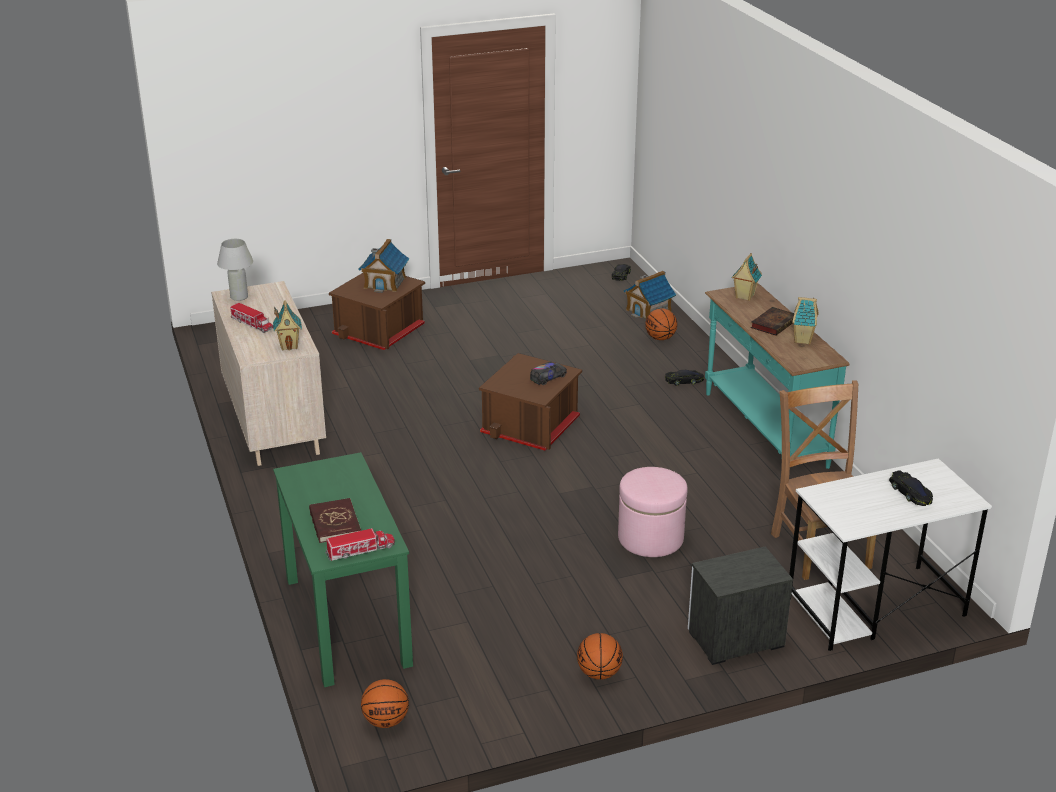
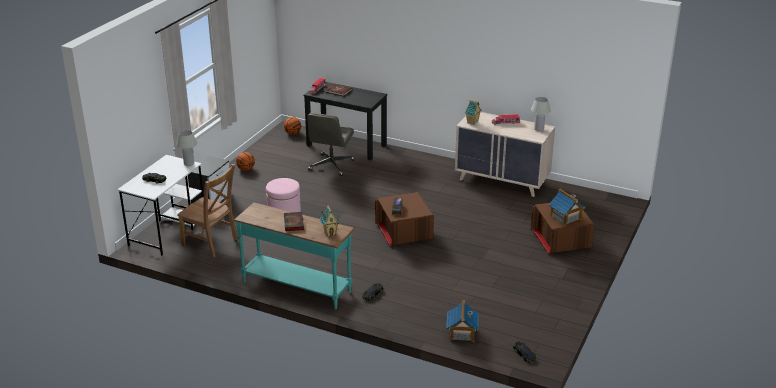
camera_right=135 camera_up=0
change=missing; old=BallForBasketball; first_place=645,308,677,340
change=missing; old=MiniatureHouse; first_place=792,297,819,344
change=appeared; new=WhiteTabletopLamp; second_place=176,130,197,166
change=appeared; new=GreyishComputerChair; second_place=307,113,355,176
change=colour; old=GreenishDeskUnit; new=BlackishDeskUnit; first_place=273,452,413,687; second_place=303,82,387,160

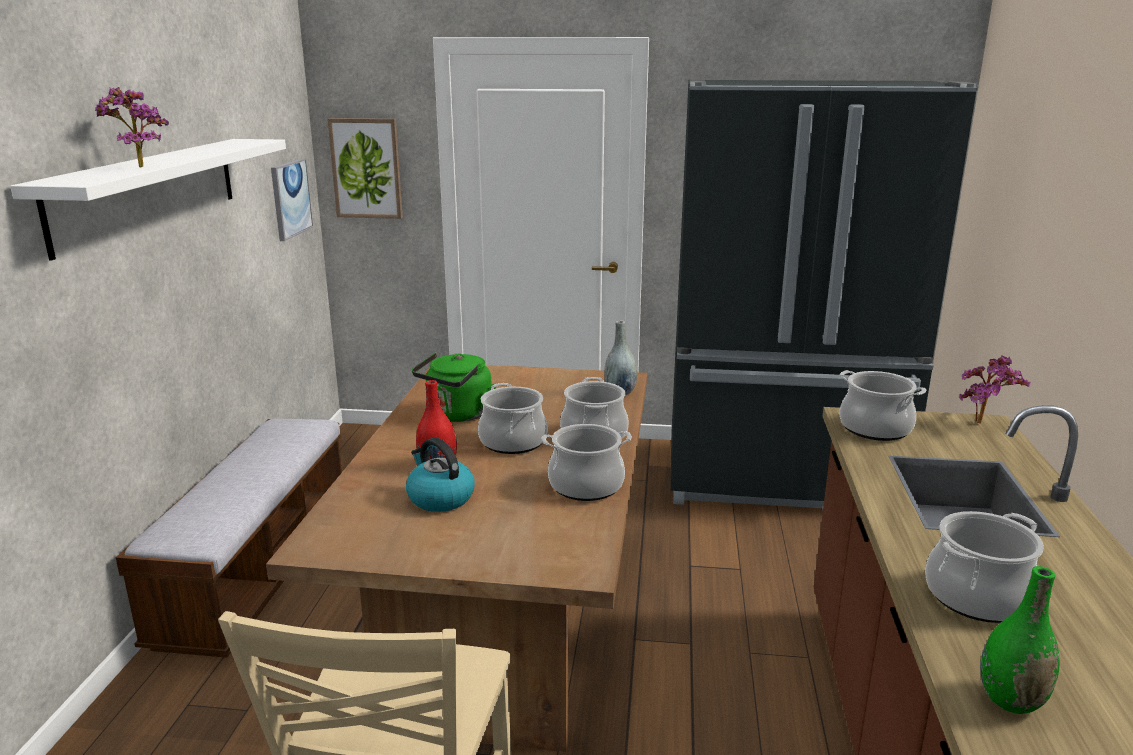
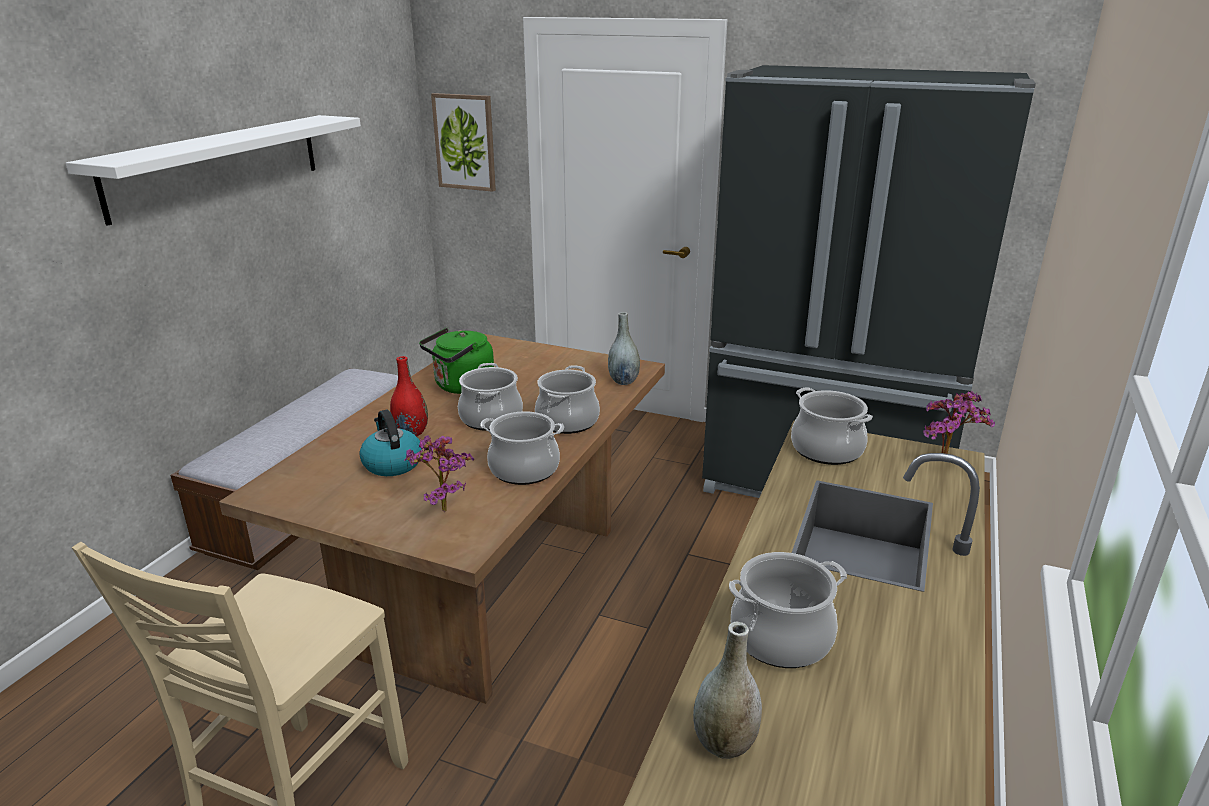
camera_right=15 camera_up=5
change=missing; old=WallArt; first_place=271,159,313,241
change=relocated; old=PottedPlant; first_place=94,87,169,167; second_place=404,435,474,512
change=colour; old=GreenishFlowerVase; new=GreyishFlowerVase; first_place=980,566,1060,714; second_place=693,622,762,759

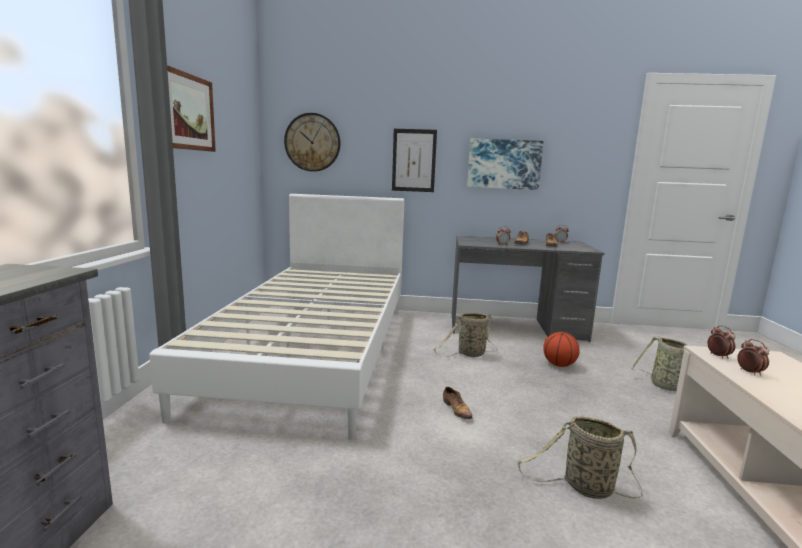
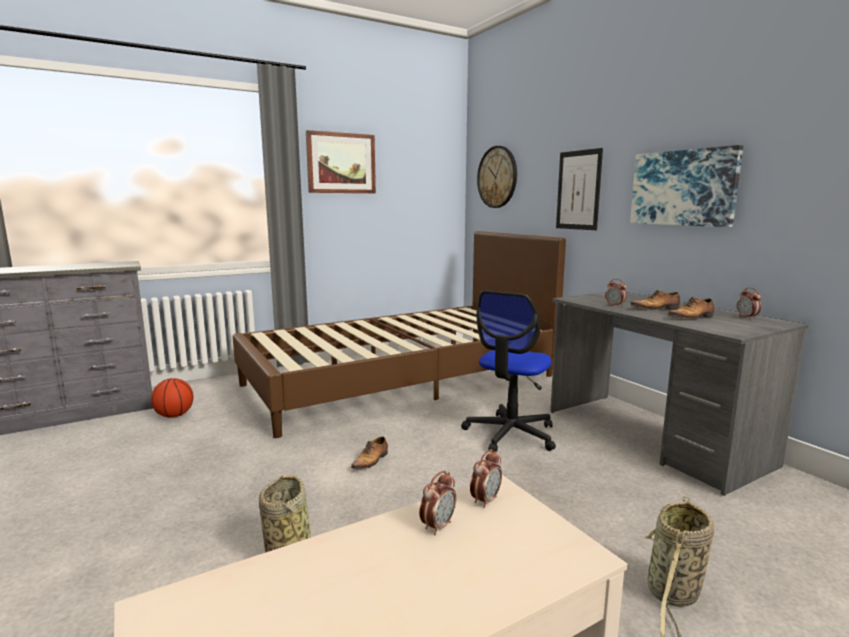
camera_right=55 camera_up=0
change=relocated; old=BallForBasketball; first_place=543,332,580,367; second_place=151,378,194,418
change=exchanged; old=Basket; new=ComputerChair; first_place=434,313,498,357; second_place=461,290,556,452
change=colour; old=WhiteBedroomBed; new=BrownBedroomBed; first_place=149,194,405,440; second_place=233,231,566,438

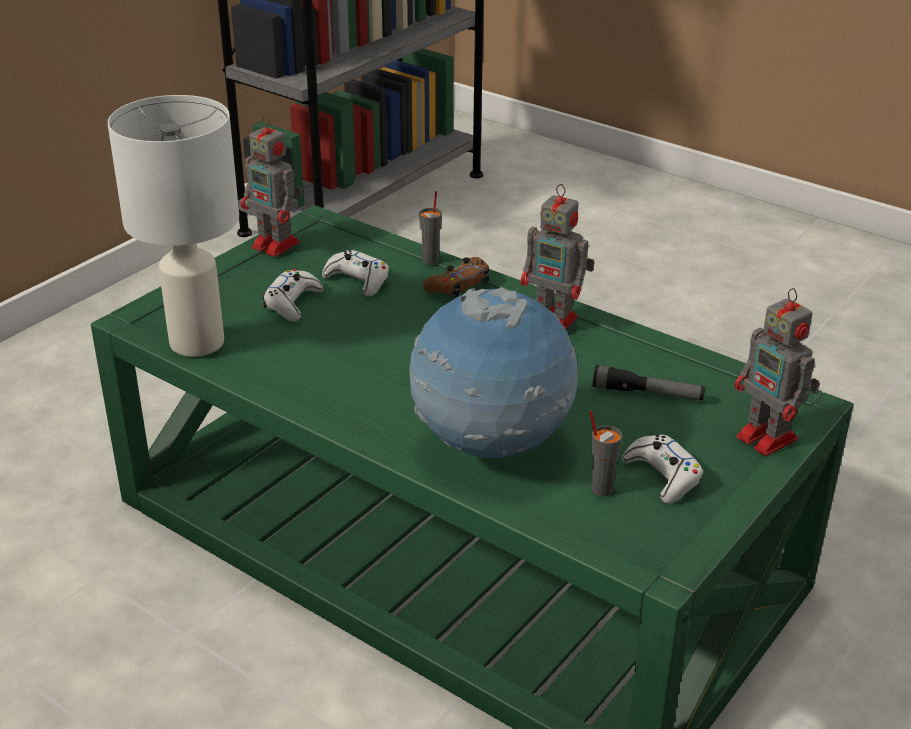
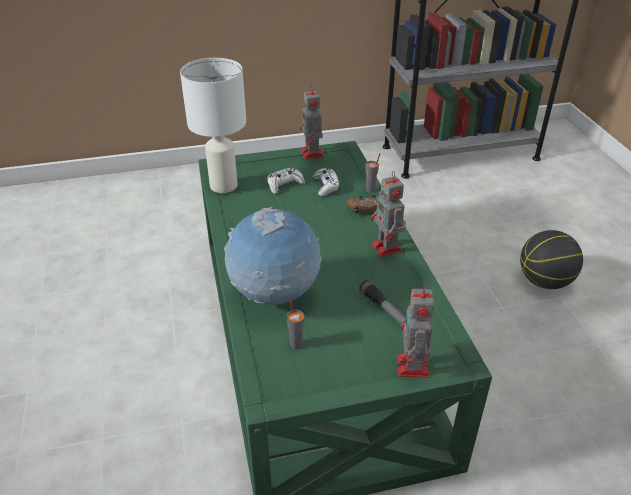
camera_right=40 camera_up=5
change=missing; old=WhiteJoypad; first_place=622,435,703,504
change=appeared; new=BallForBasketball; second_place=520,230,583,289

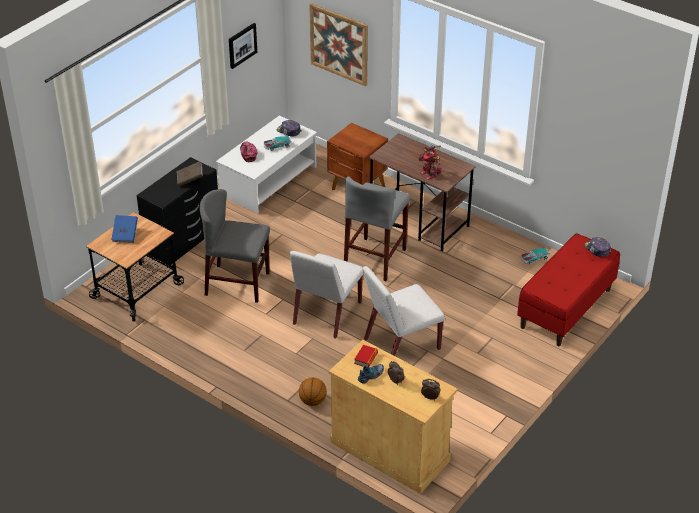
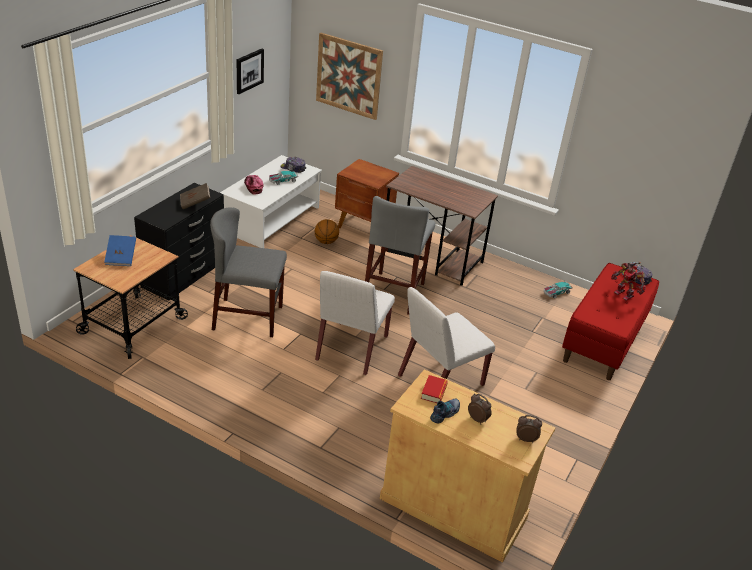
camera_right=-10 camera_up=-5
change=relocated; old=BallForBasketball; first_place=299,377,327,406; second_place=315,219,339,244
change=relocated; old=ToyRobot; first_place=418,145,442,180; second_place=611,262,646,301

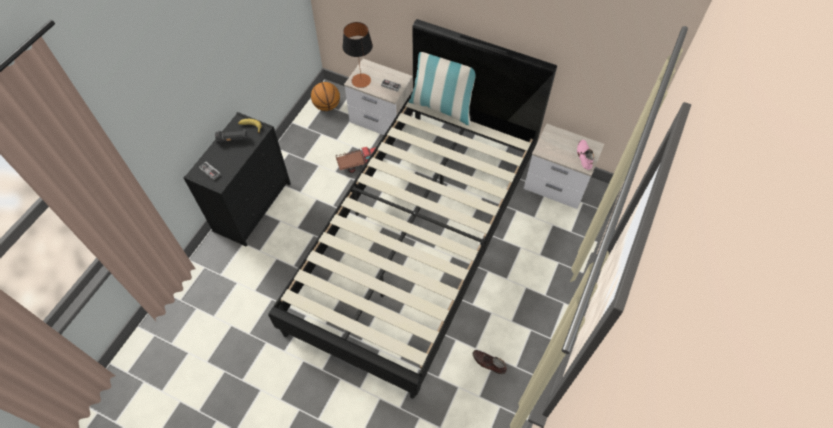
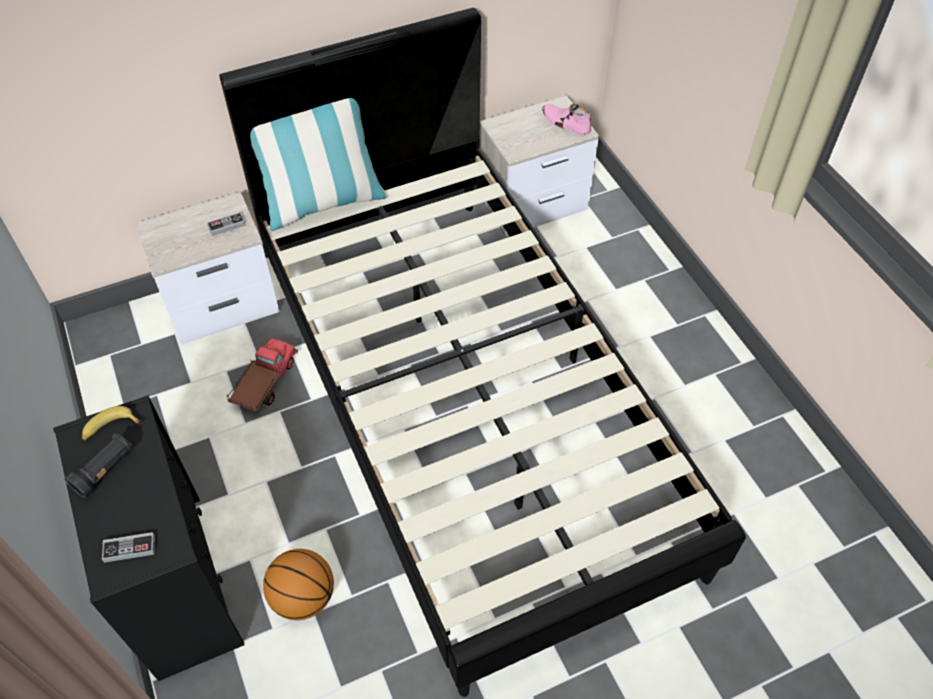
camera_right=-50 camera_up=-5
change=missing; old=TabletopLamp; first_place=342,22,373,88
change=missing; old=BrownLowShoe; first_place=473,350,507,374
change=relocated; old=BallForBasketball; first_place=311,82,340,111; second_place=263,549,334,620

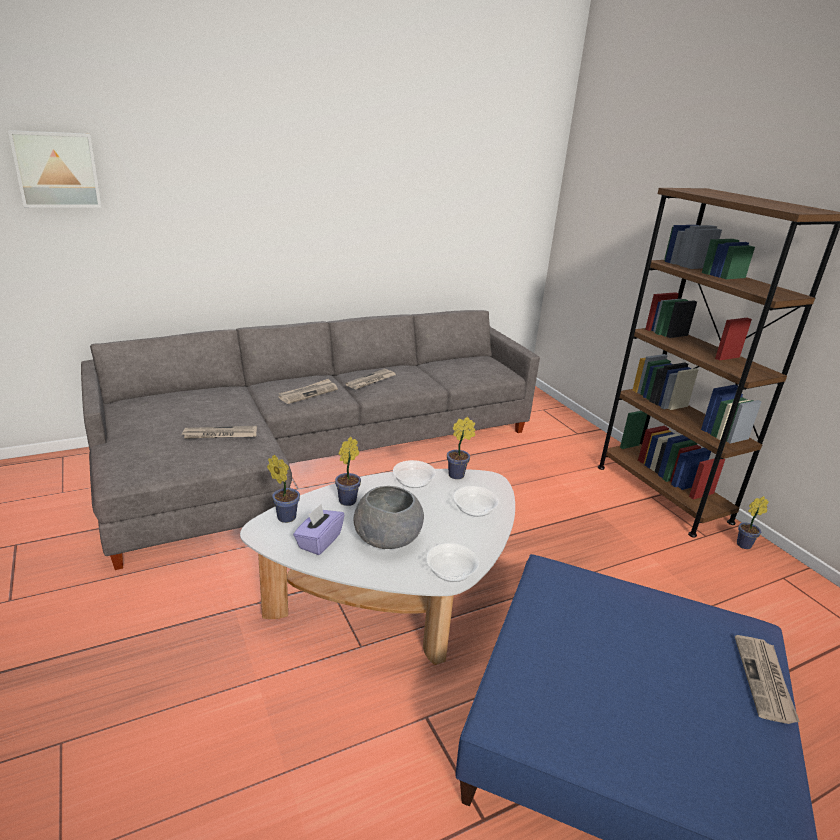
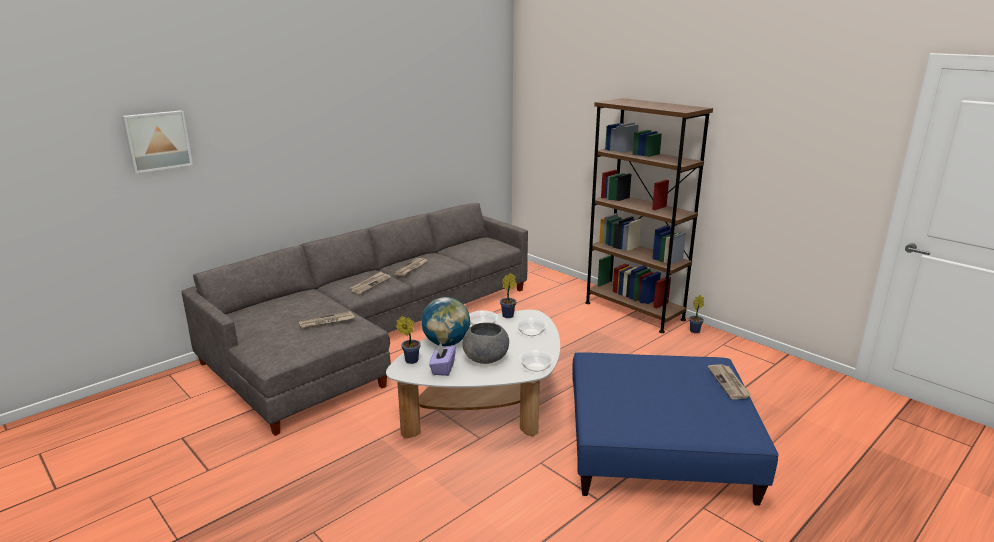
camera_right=-15 camera_up=-5
change=exchanged; old=PottedPlant; new=DeskGlobe; first_place=335,437,361,506; second_place=421,297,470,346

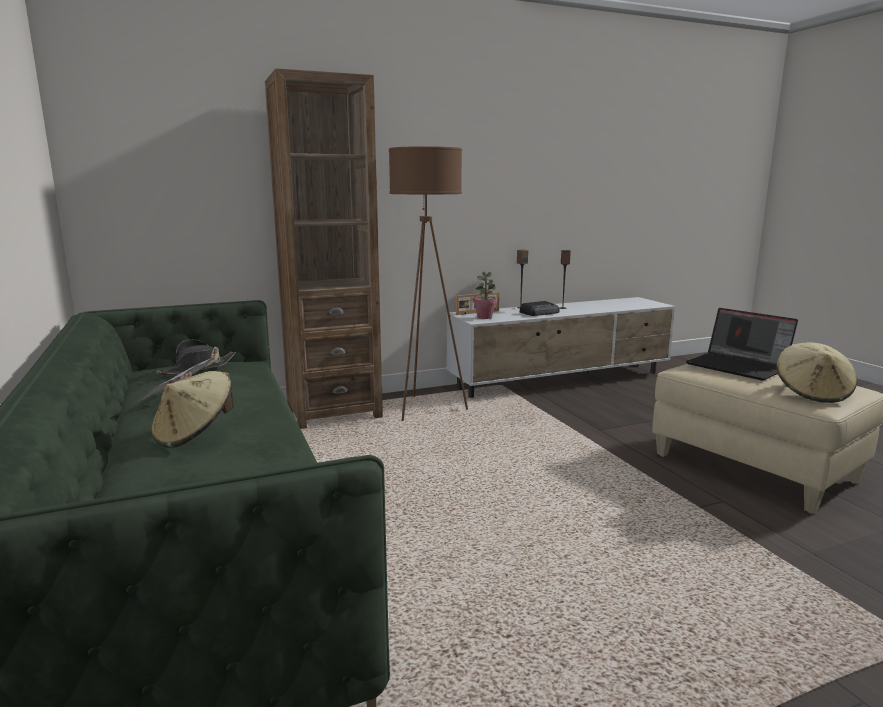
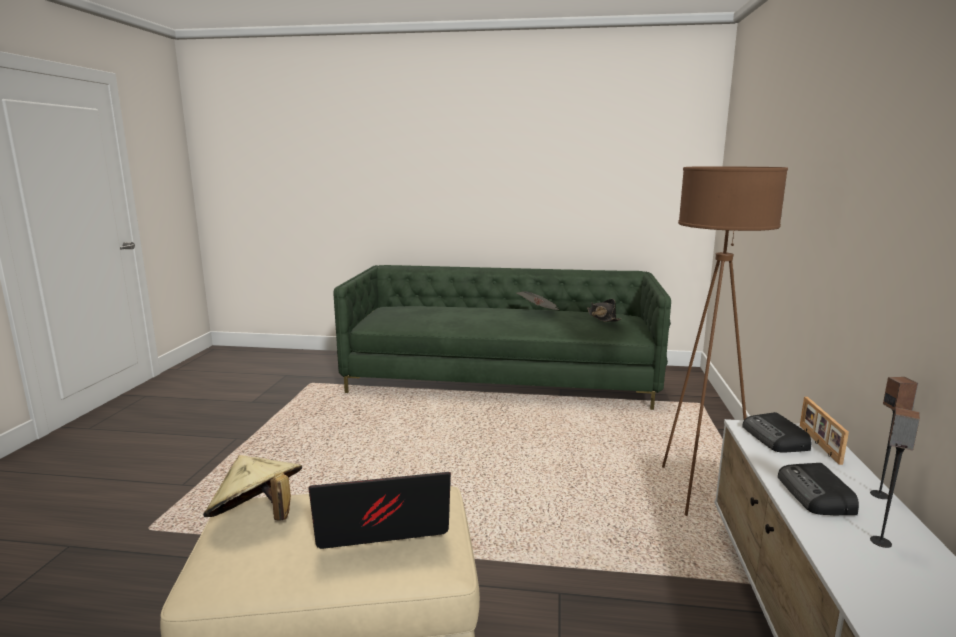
camera_right=120 camera_up=0
change=missing; old=BeigeClothingHat; first_place=151,371,234,448
change=missing; old=BrownBookshelf; first_place=265,68,383,429
change=exchanged; old=PottedPlant; new=Radio; first_place=473,272,497,319; second_place=742,412,811,453

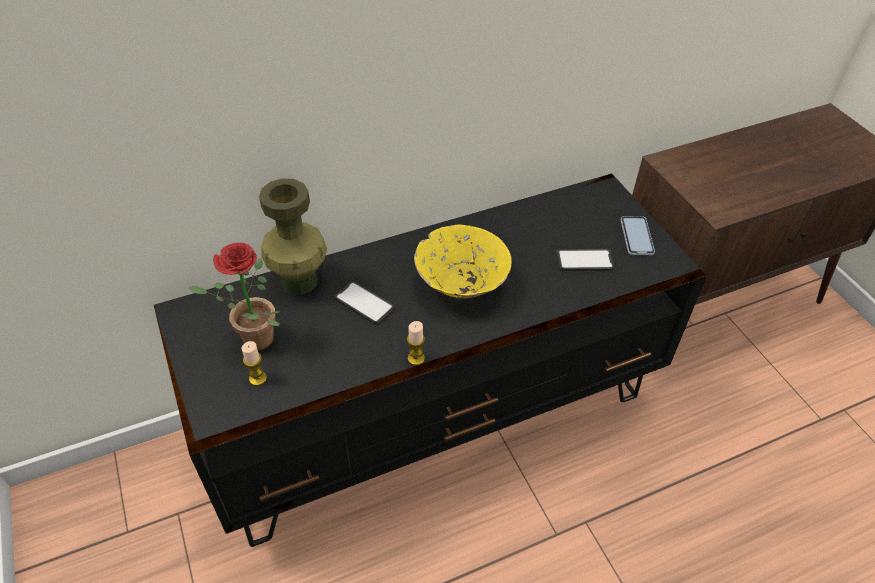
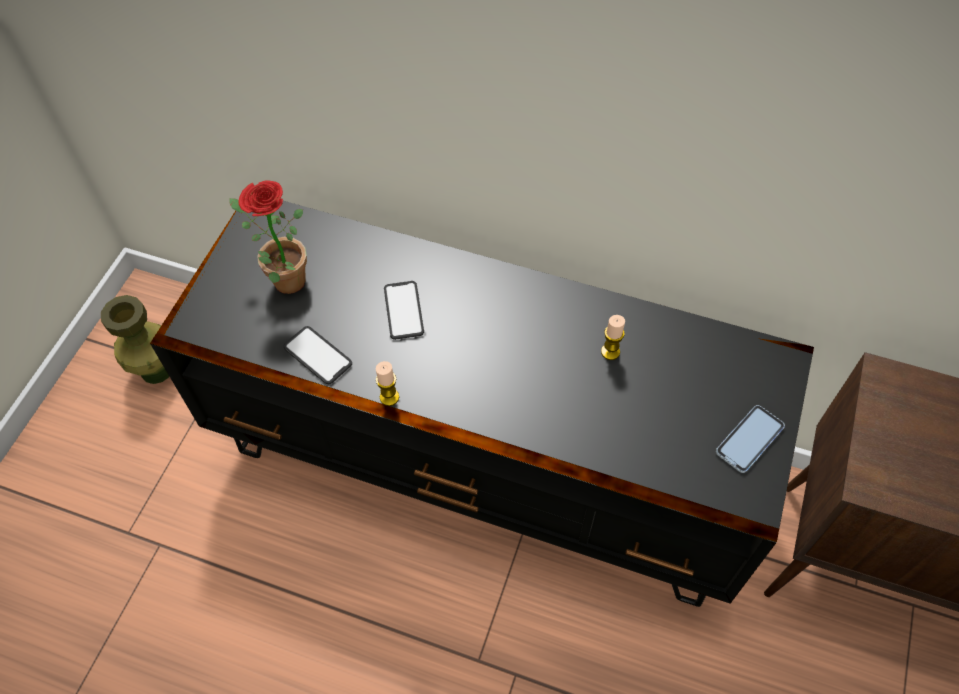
camera_right=45 camera_up=10
change=missing; old=YellowColouredServingBowl; first_place=414,224,512,299
change=relocated; old=WaxLight; first_place=241,341,267,386; second_place=601,315,625,360
change=relocated; old=GreenishFlowerVase; first_place=259,178,327,295; second_place=101,295,169,384
change=relocated; old=Handset; first_place=556,249,615,271; second_place=284,326,352,384

